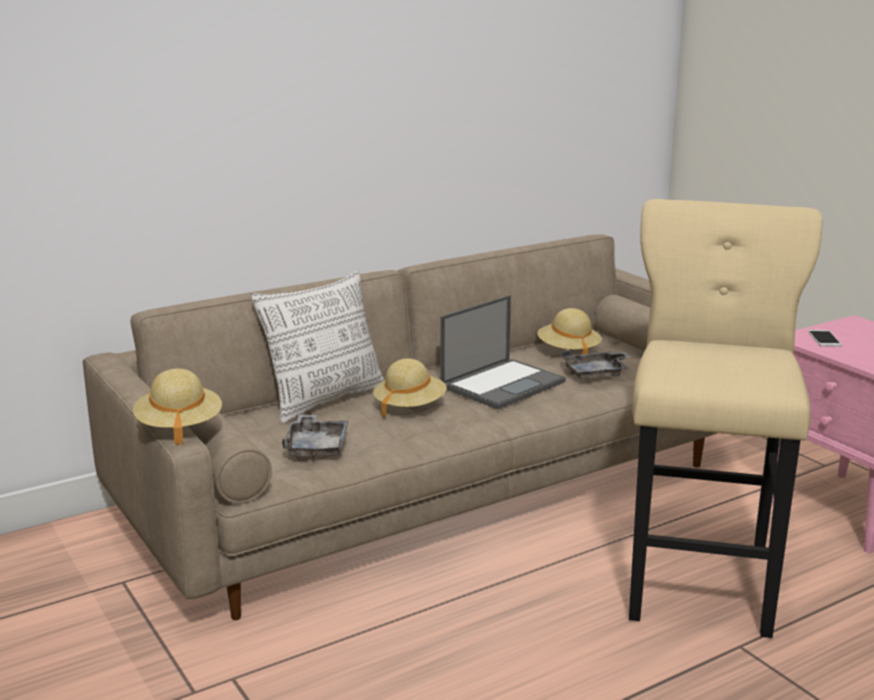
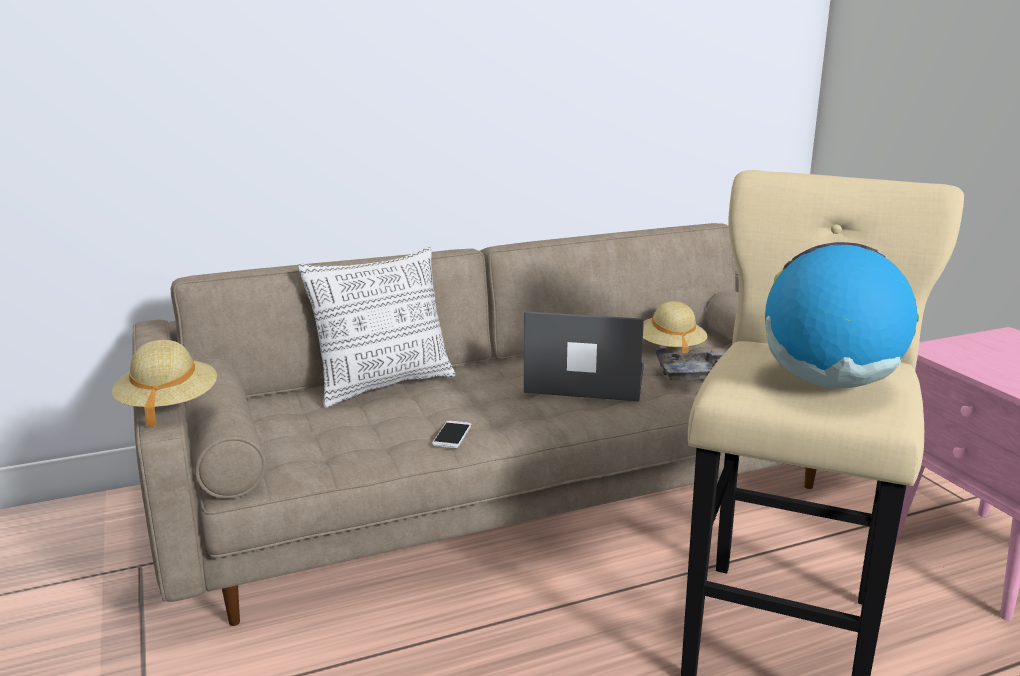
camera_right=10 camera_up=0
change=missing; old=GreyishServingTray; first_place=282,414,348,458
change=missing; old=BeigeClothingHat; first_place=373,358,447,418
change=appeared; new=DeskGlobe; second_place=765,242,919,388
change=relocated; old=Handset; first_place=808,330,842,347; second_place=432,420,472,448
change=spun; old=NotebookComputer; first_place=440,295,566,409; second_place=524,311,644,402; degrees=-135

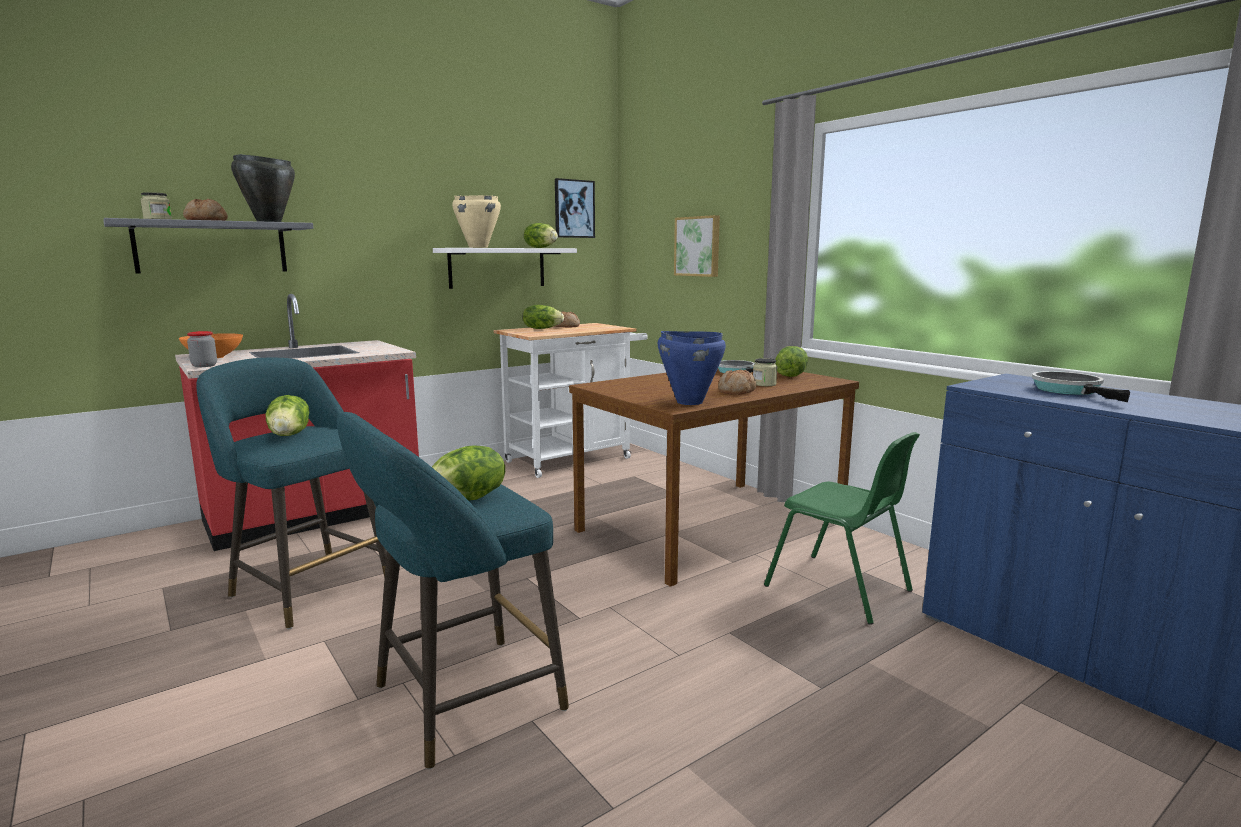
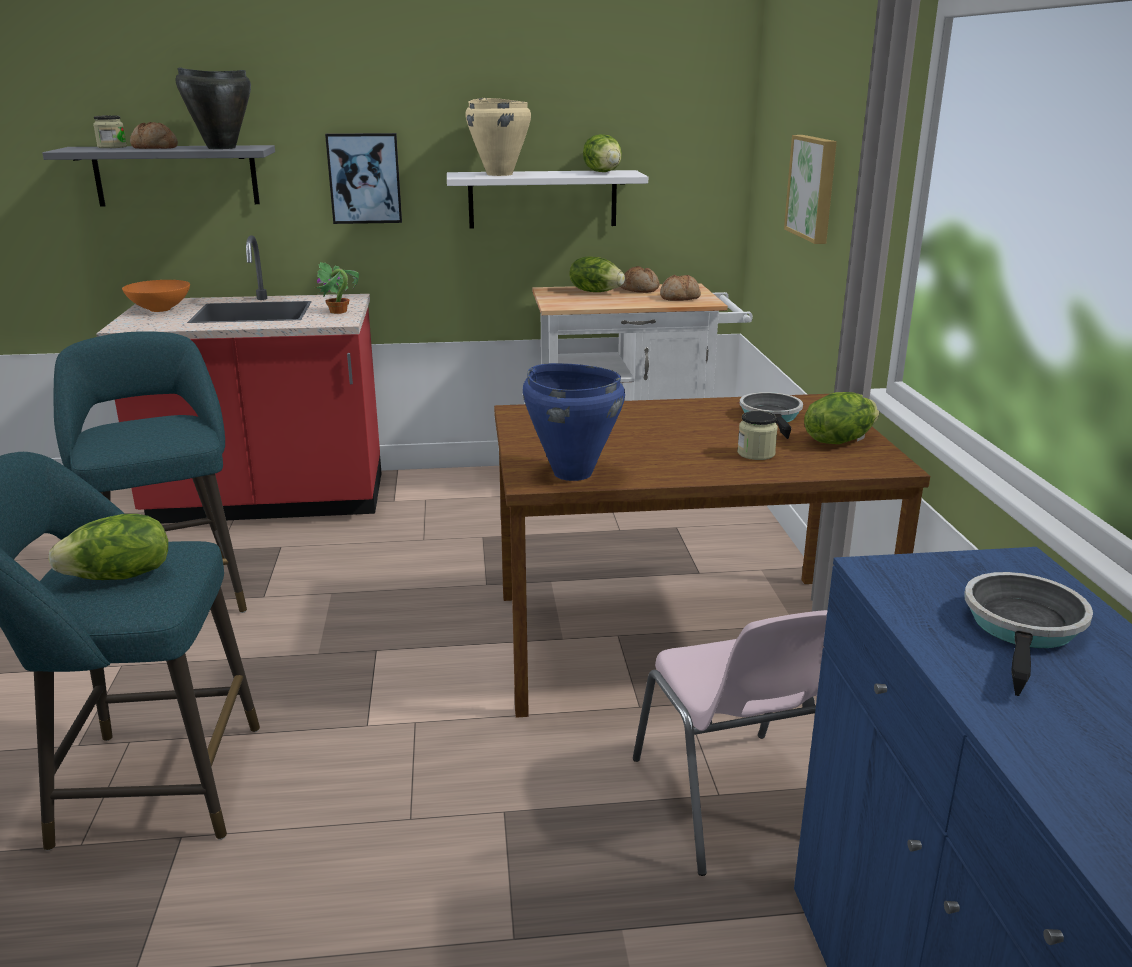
camera_right=30 camera_up=10
change=missing; old=StorageJar; first_place=187,331,217,367
change=missing; old=HeadOfLettuce; first_place=266,395,309,436
change=appeared; new=PottedPlant; second_place=315,262,359,314
change=relocated; old=WallArt; first_place=555,178,595,238; second_place=325,133,402,224
change=relocated; old=Bread; first_place=718,370,756,395; second_place=660,275,701,301
change=colour; old=GreenishPlainChair; new=PinkColouredPlainChair; first_place=764,432,920,625; second_place=633,610,827,876

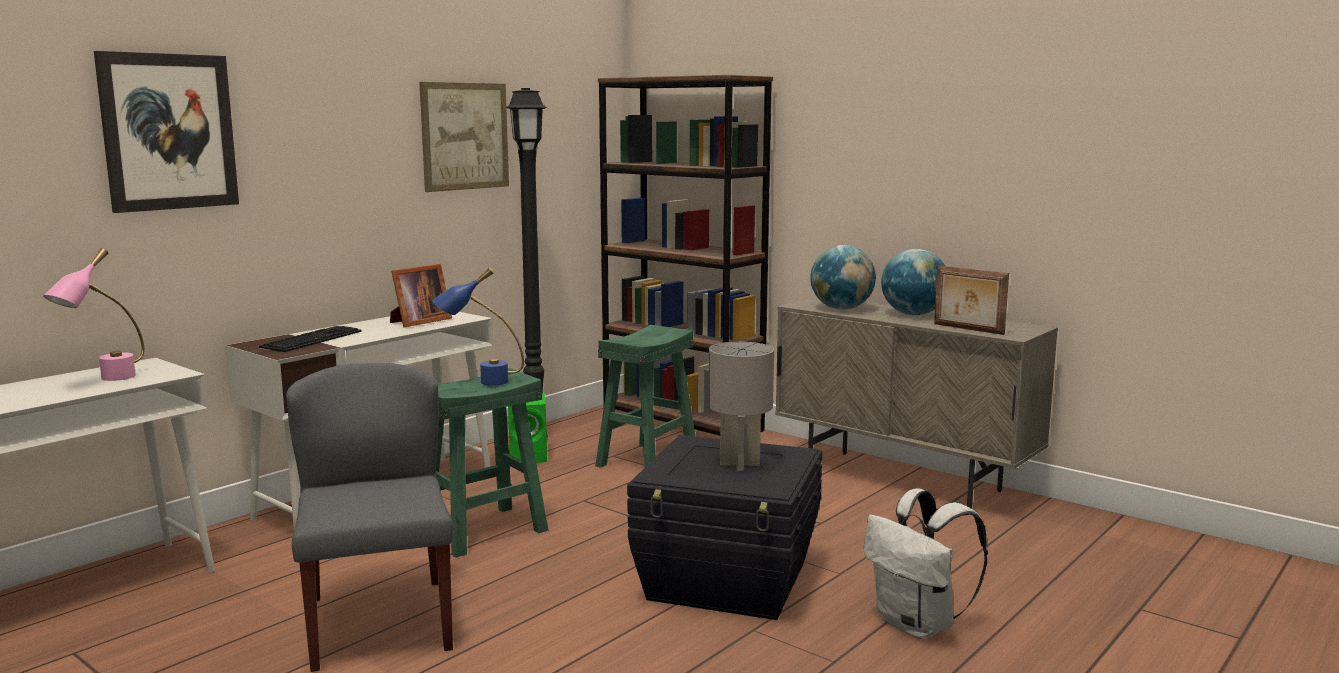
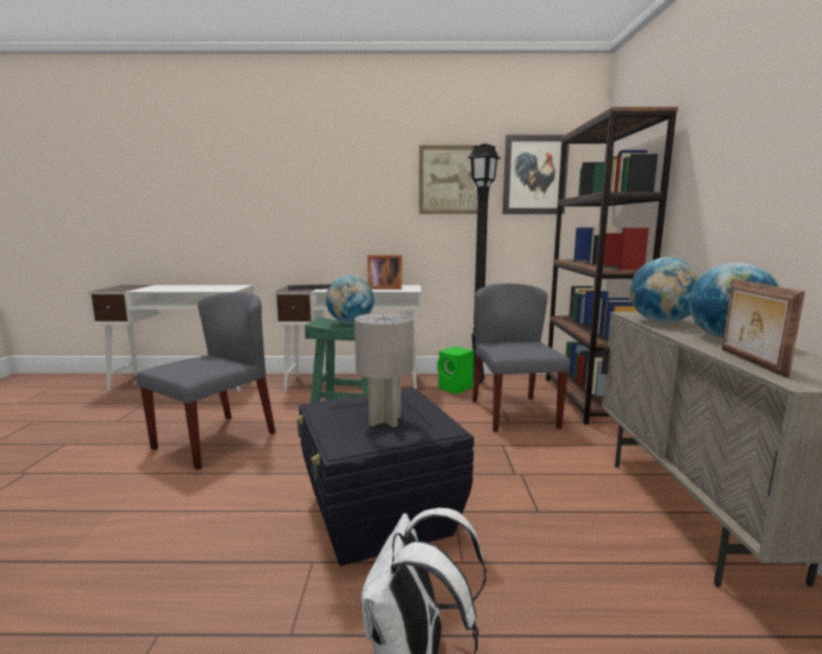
camera_right=50 camera_up=0
change=missing; old=PinkColouredTabletopLamp; first_place=43,248,144,381
change=relocated; old=WallArt; first_place=94,51,239,213; second_place=502,135,569,214
change=exchanged; old=BlueColouredTabletopLamp; new=DeskGlobe; first_place=432,268,524,386; second_place=326,275,374,324
change=exchanged; old=GreenishStool; new=GreyishPlainChair; first_place=595,325,695,468; second_place=472,283,570,432

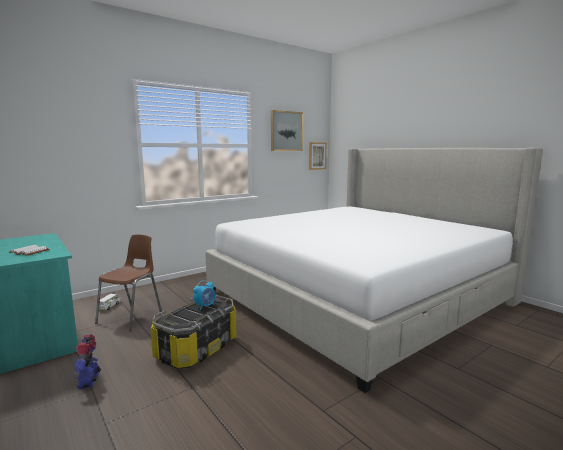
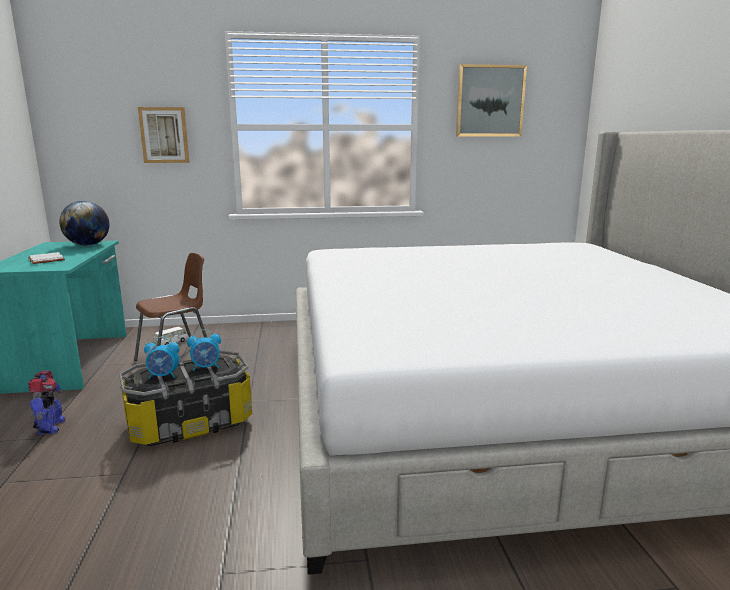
camera_right=30 camera_up=5
change=appeared; new=DeskGlobe; second_place=59,201,109,246
change=appeared; new=AlarmClock; second_place=144,337,180,379
change=relocated; old=WallArt; first_place=309,142,327,170; second_place=138,107,190,163
change=spun; old=ToyRobot; first_place=74,334,101,389; second_place=28,371,66,435; degrees=150

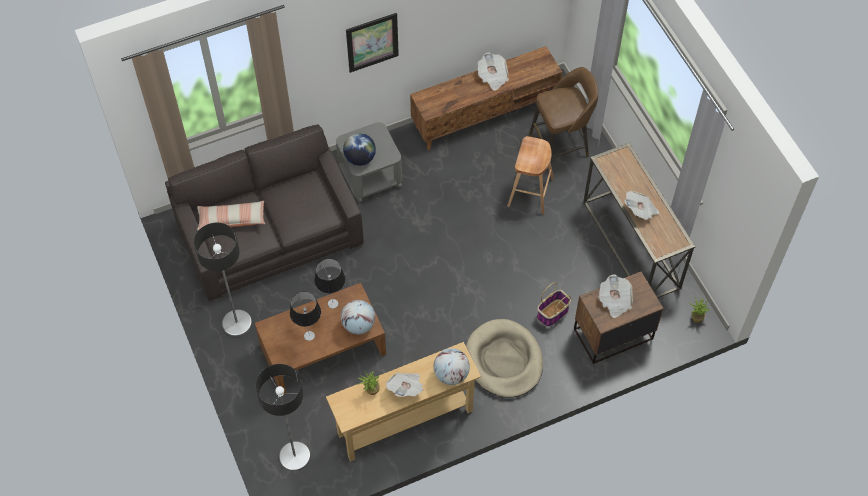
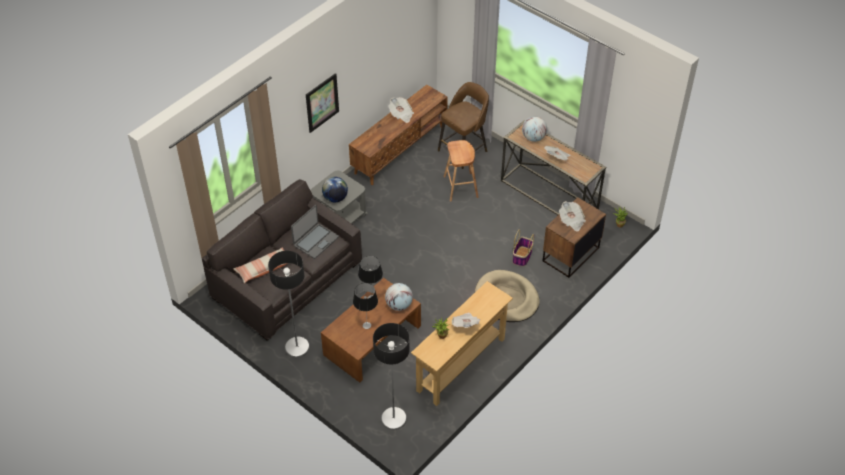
camera_right=-25 camera_up=-10
change=appeared; new=NotebookComputer; second_place=291,205,339,259
change=relocated; old=DeskGlobe; first_place=433,348,470,385; second_place=522,116,547,142

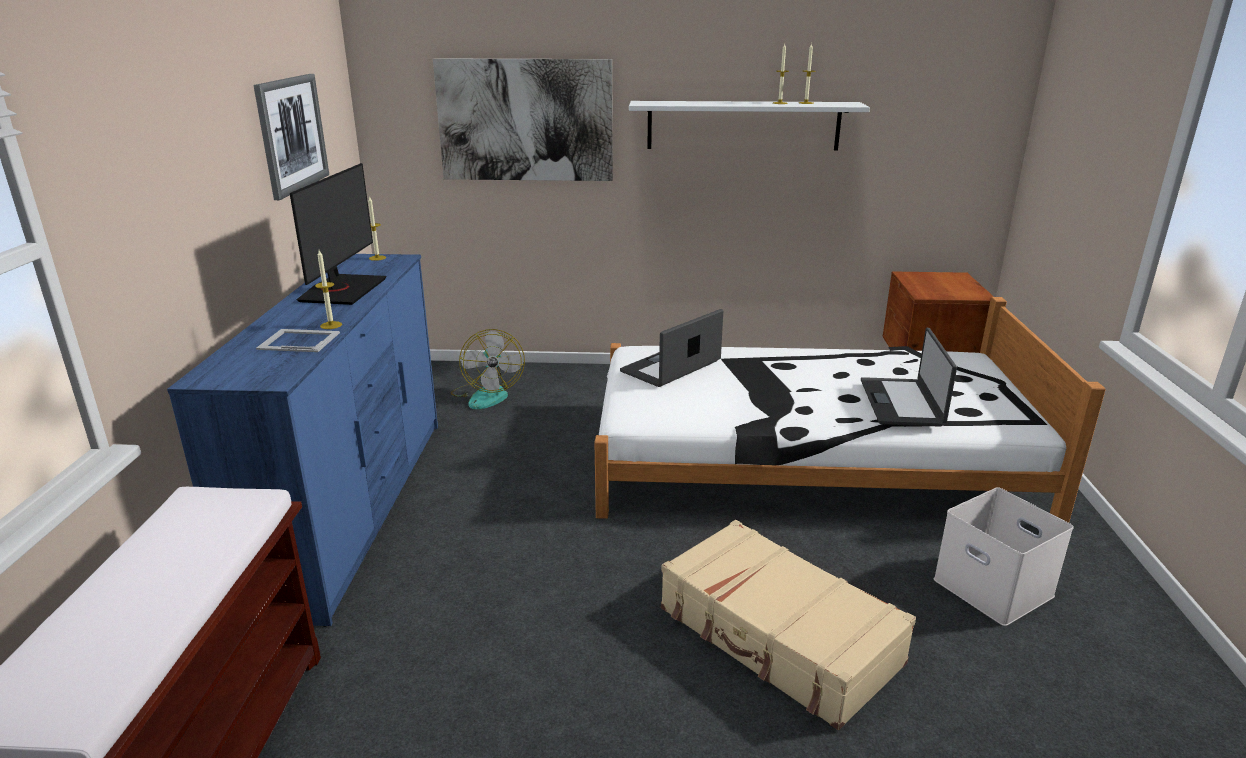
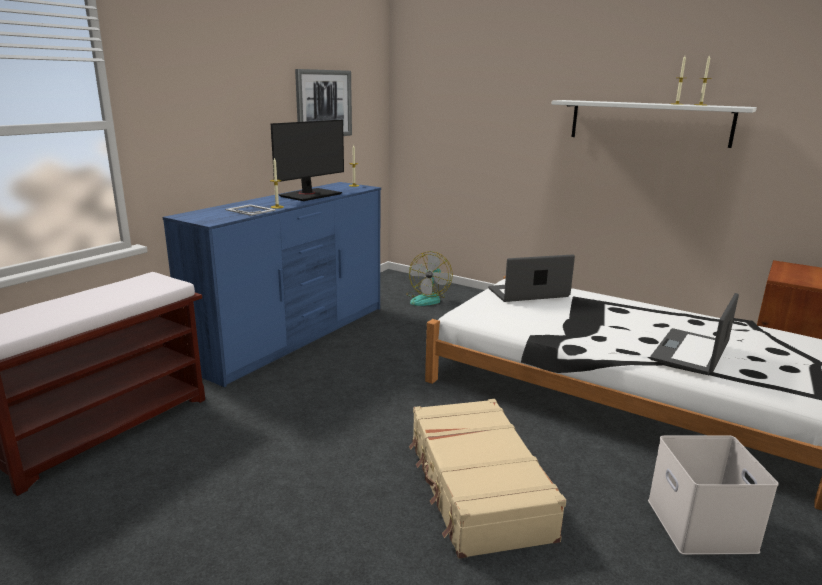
camera_right=30 camera_up=-5
change=missing; old=WallArt; first_place=433,59,613,181

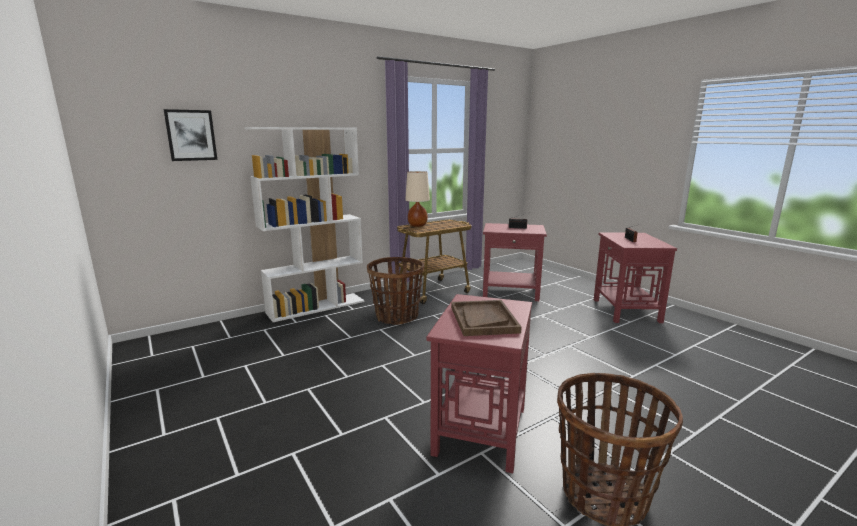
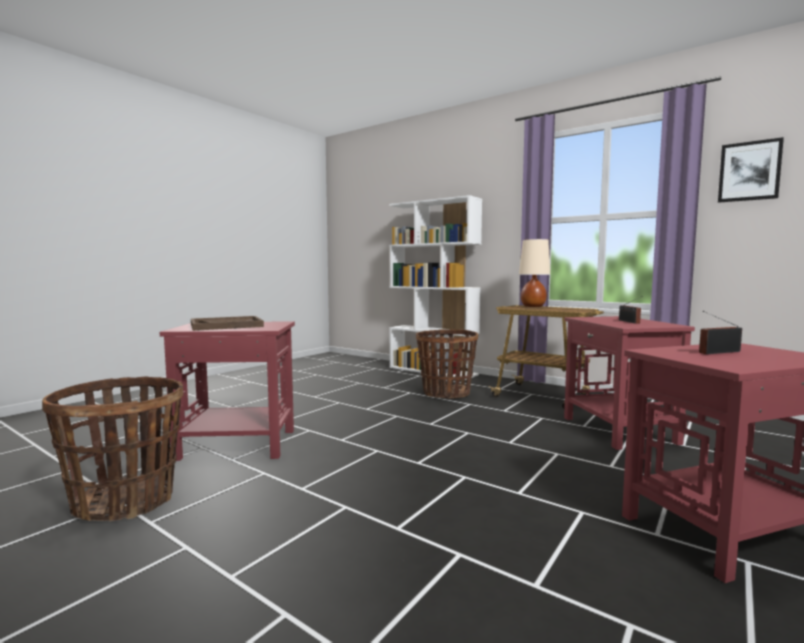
camera_right=70 camera_up=-10
change=relocated; old=WallArt; first_place=163,109,217,161; second_place=718,137,784,203

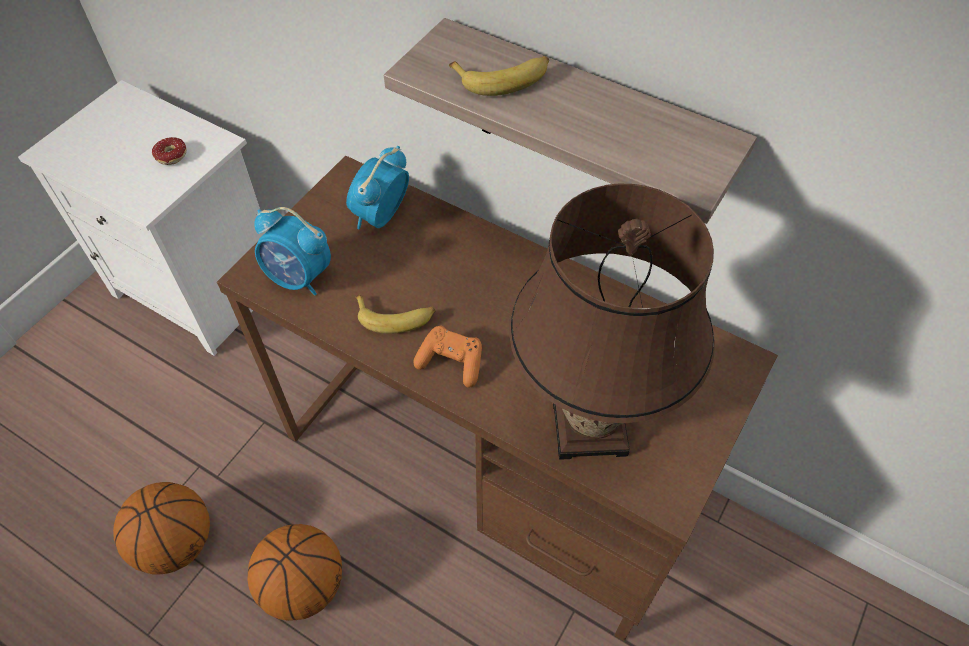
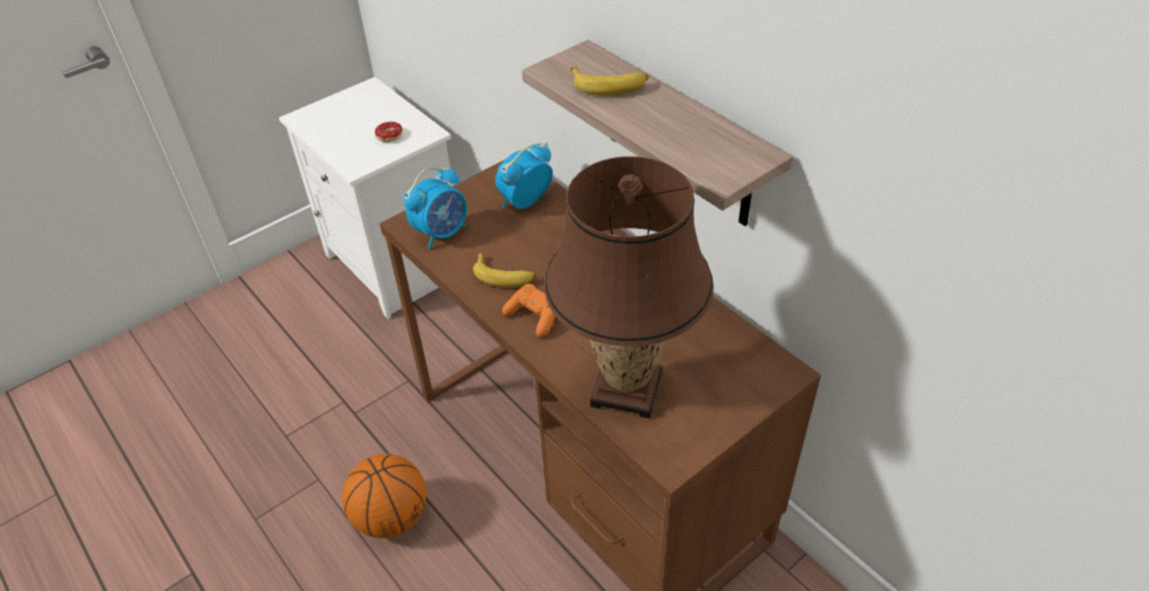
camera_right=20 camera_up=-10
change=missing; old=BallForBasketball; first_place=113,482,210,574
change=spun; old=AlarmClock; first_place=254,207,331,295; second_place=403,167,467,249; degrees=-90

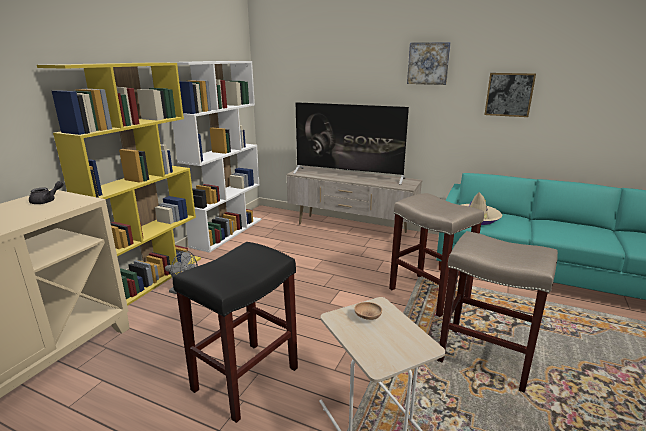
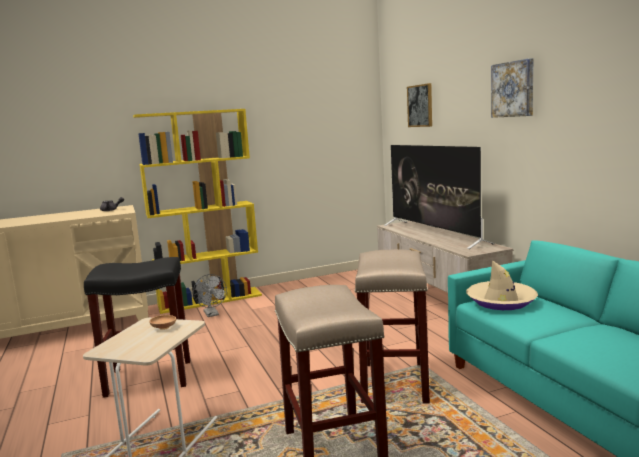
camera_right=45 camera_up=-10
change=missing; old=WhiteBookshelf; first_place=164,61,262,253
change=relocated; old=WallArt; first_place=484,73,536,117; second_place=407,83,432,127

